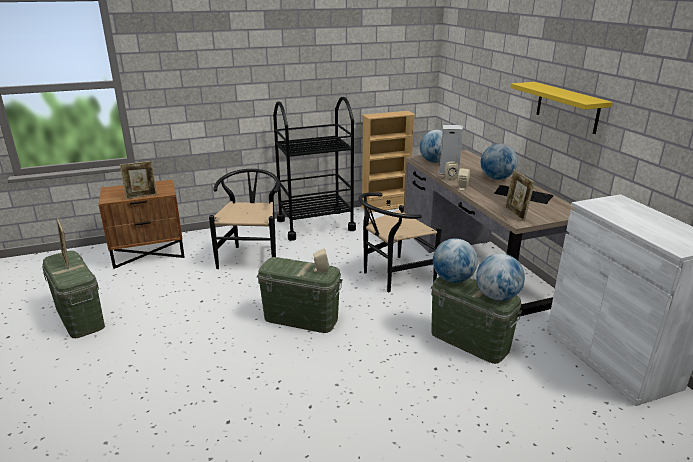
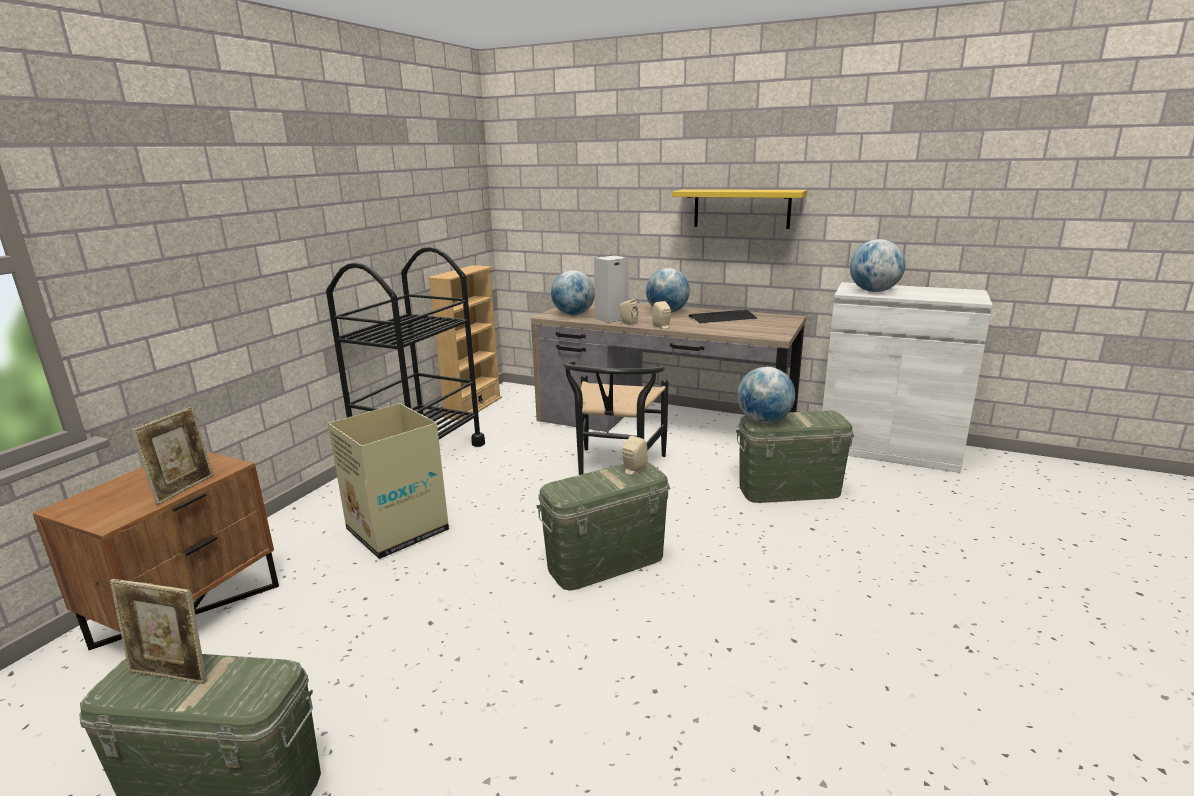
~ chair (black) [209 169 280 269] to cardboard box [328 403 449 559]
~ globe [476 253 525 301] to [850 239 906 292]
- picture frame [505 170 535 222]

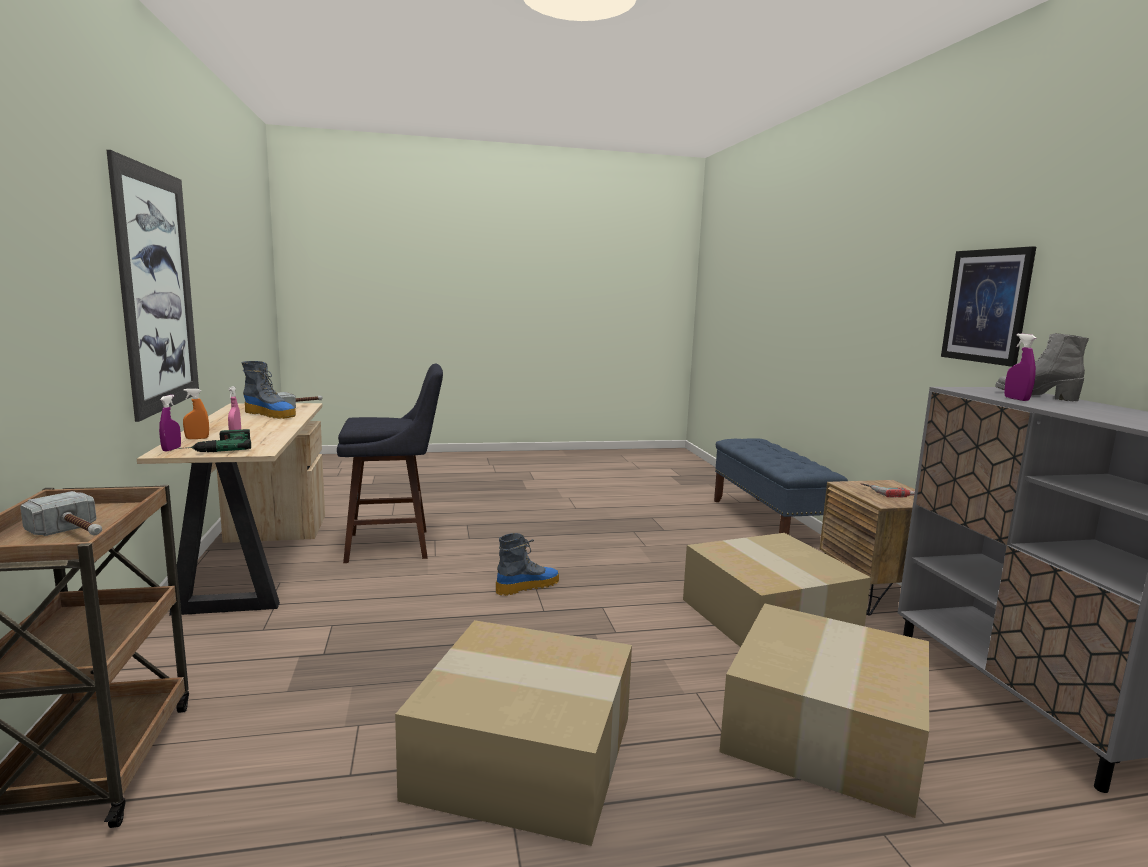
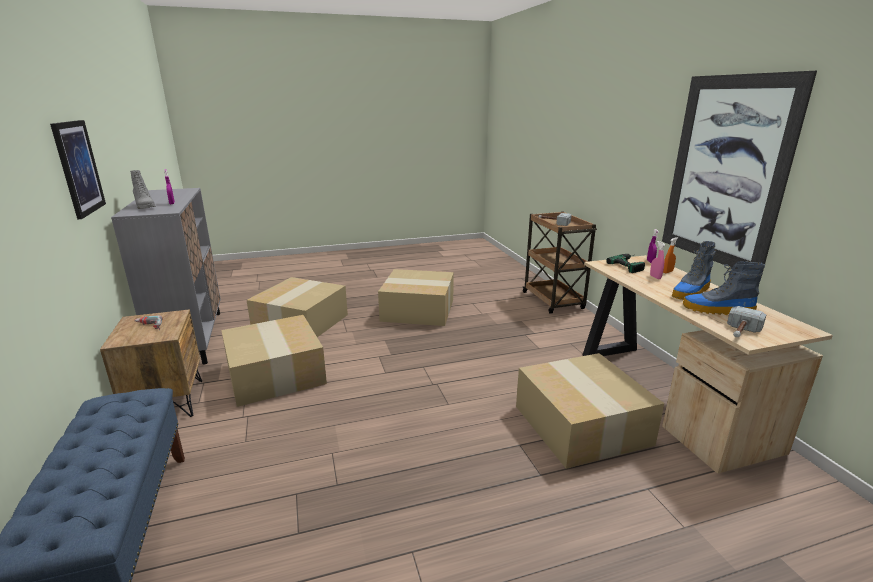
~ stool (blue) [337 364 443 563] to cardboard box [516 353 664 469]
~ boot [496 533 559 596] to [672 241 716 300]

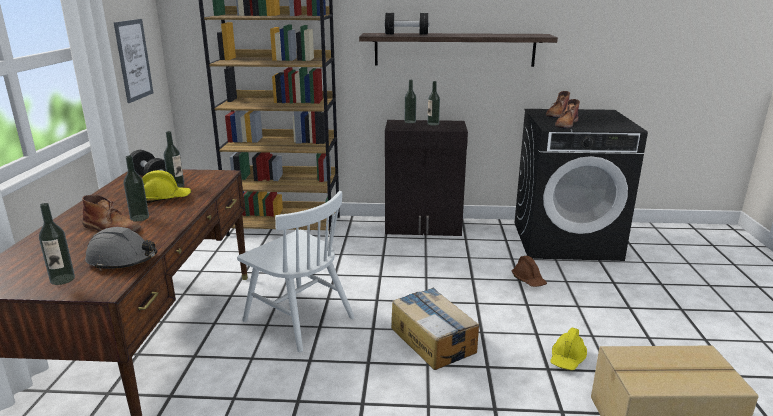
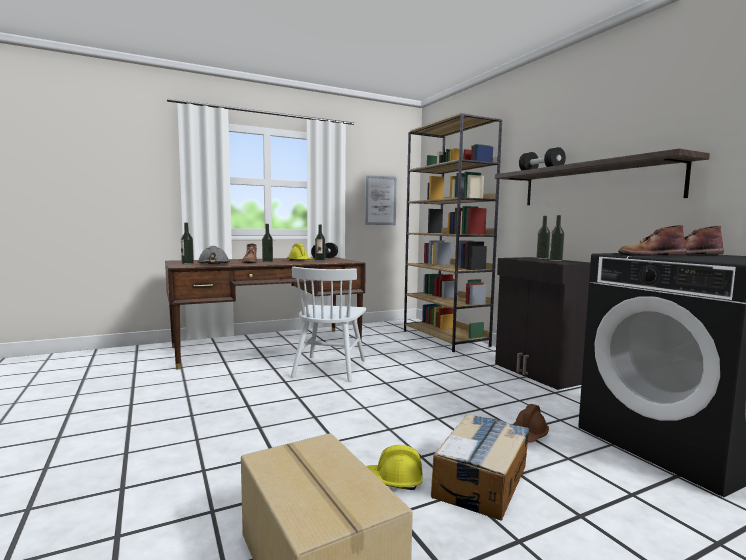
~ cardboard box [391 288 479 370] to [431 414 529 520]

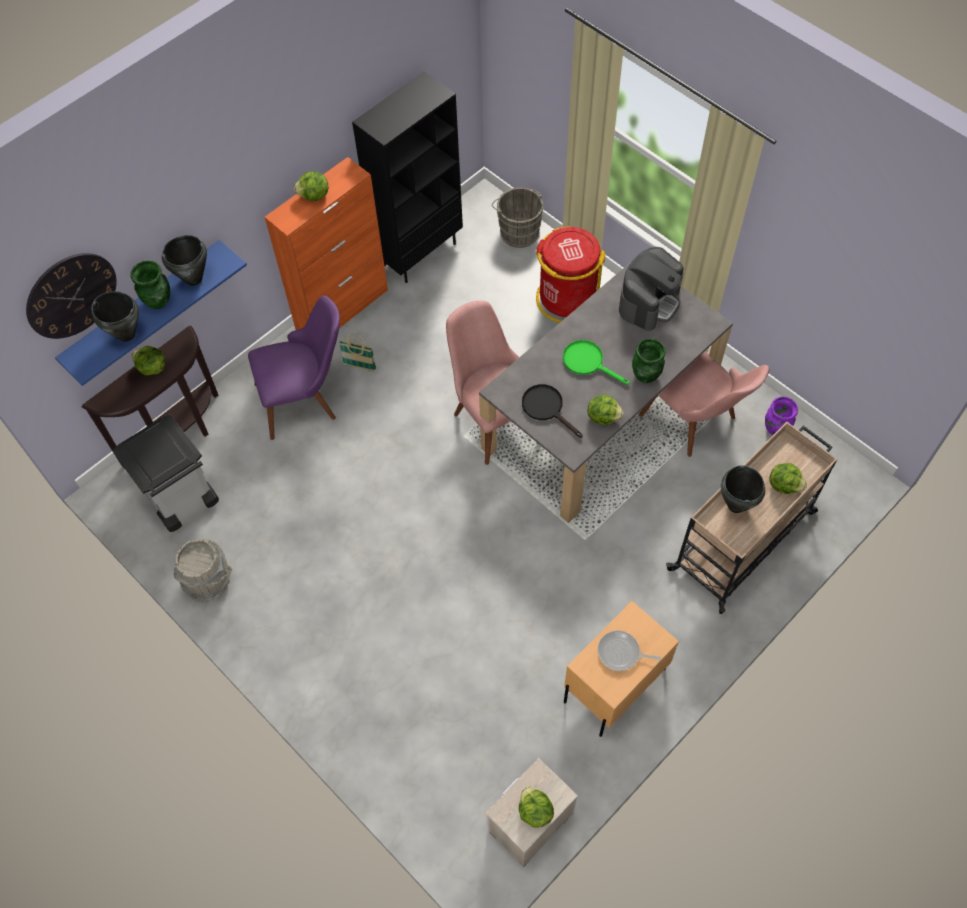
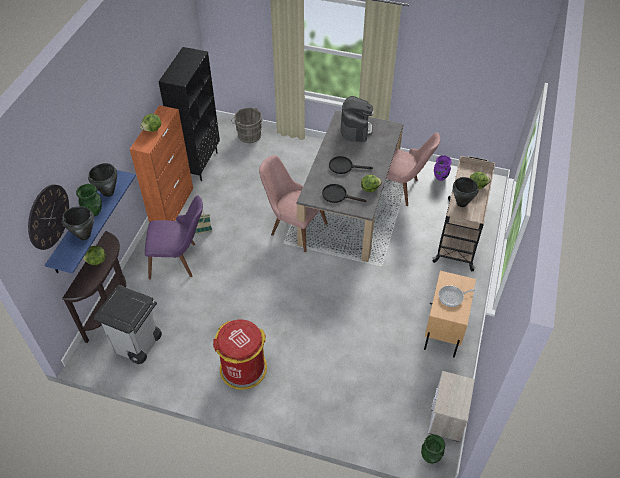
- bucket (grey) [174 539 232 602]
~ chair (purple) [248 295 340 440] = [145 196 203 279] 45 degrees clockwise
- lettuce [519 786 554 828]
~ trash can (red) [536 226 605 323] to [213 319 267 390]
~ frying pan (green) [563 340 629 385] to frying pan (black) [329 156 373 174]
~ vase (green) [632 338 666 383] to [421 434 445 464]

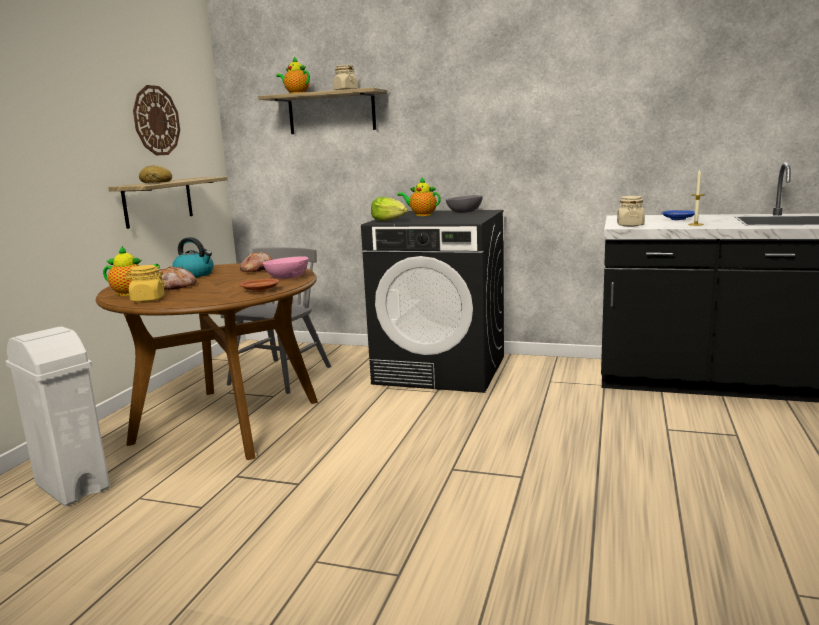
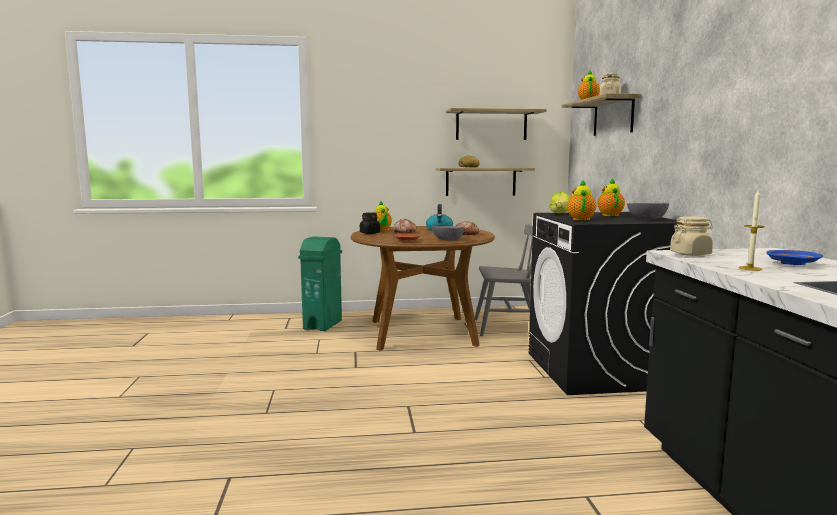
~ trash can (white) [6 327 110 506] to trash can (green) [298 237 342 331]
~ jar (yellow) [124 265 166 302] to jar (black) [360 212 380 234]
~ wall clock [133 85 180 156] to shelf [446 108 547 140]
~ bowl (pink) [263 256 309 279] to bowl (grey) [432 226 465 241]
+ teapot [567 180 596 221]

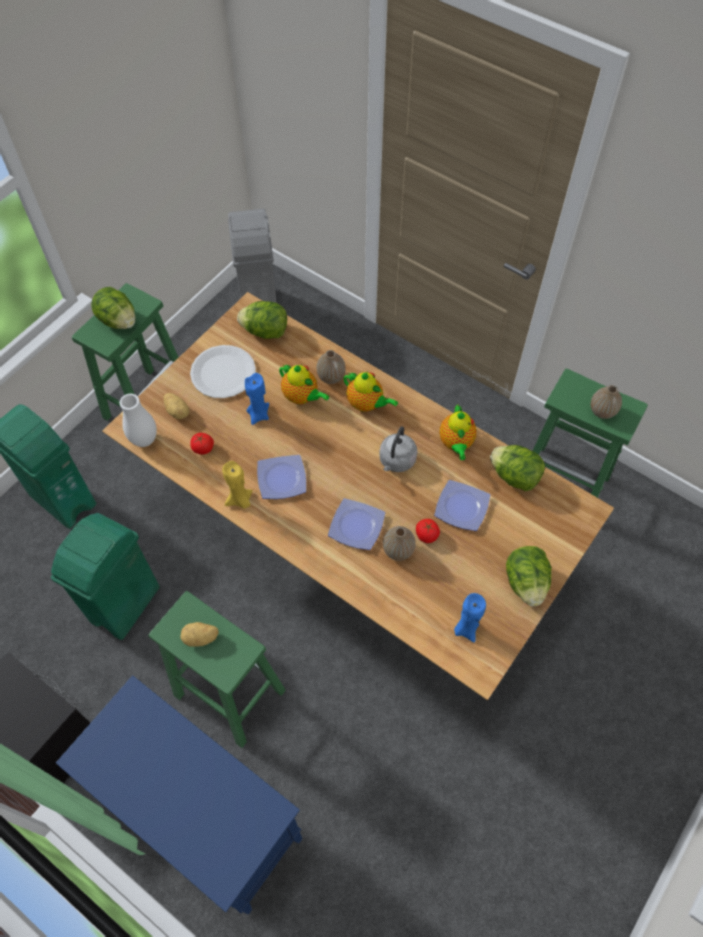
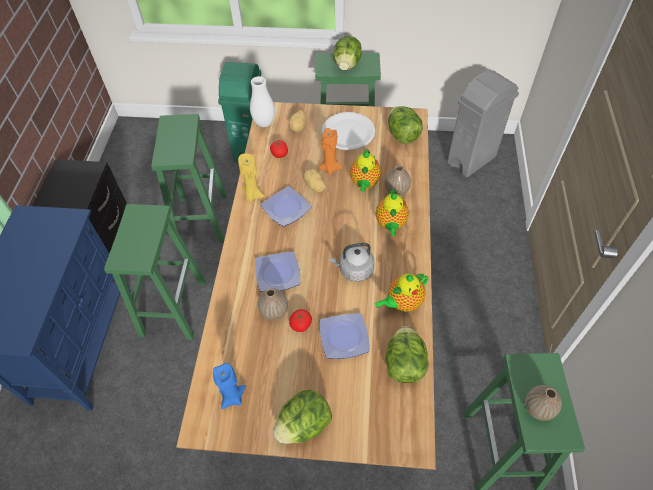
~ trash can (green) [51 513 159 640] to stool (green) [151 114 227 242]
~ potato [180 622 219 647] to [303 169 326 192]
~ candle (blue) [245 373 269 425] to candle (orange) [317 128 342 175]

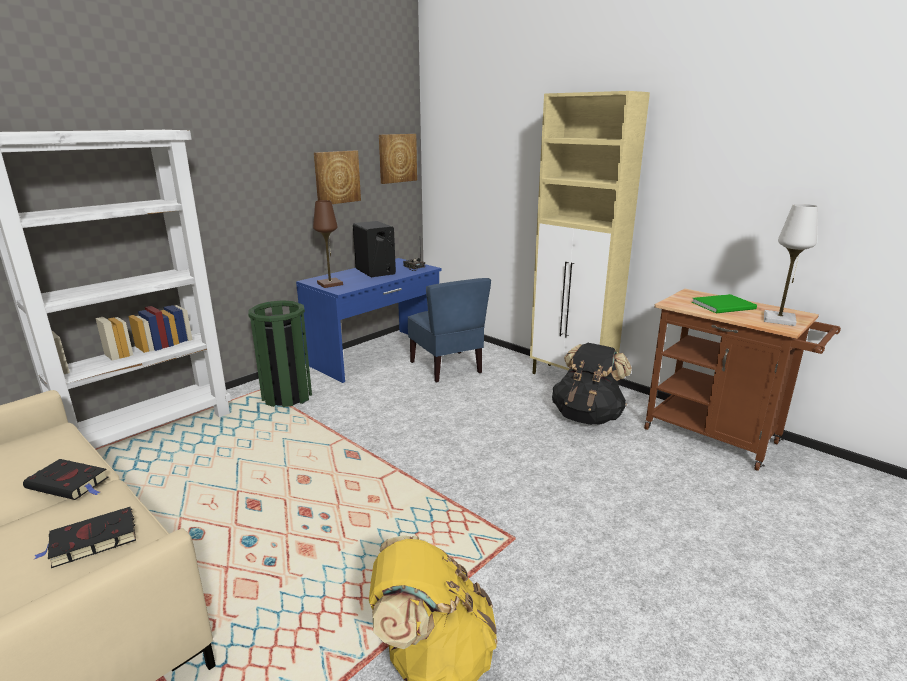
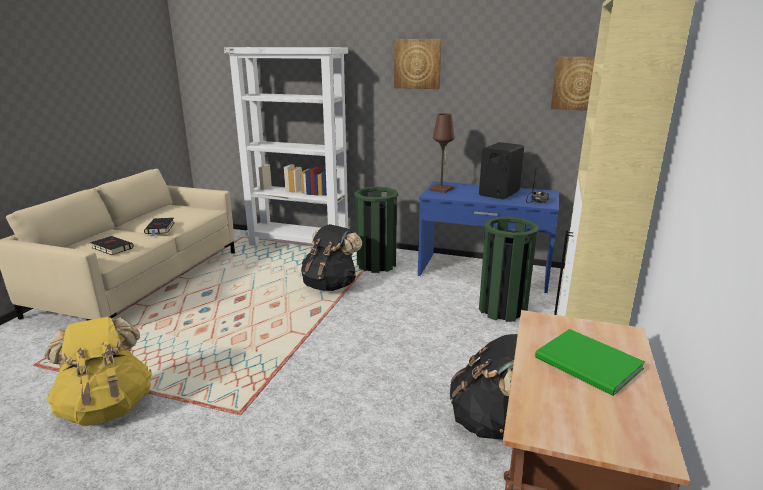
~ picture [314 150 361 204] to [394 39 442 89]
~ chair (blue) [407 278 491 383] to trash can (green) [479 217 539 322]
- table lamp (white) [764 204 818 326]
+ backpack (black) [301 224 362 291]

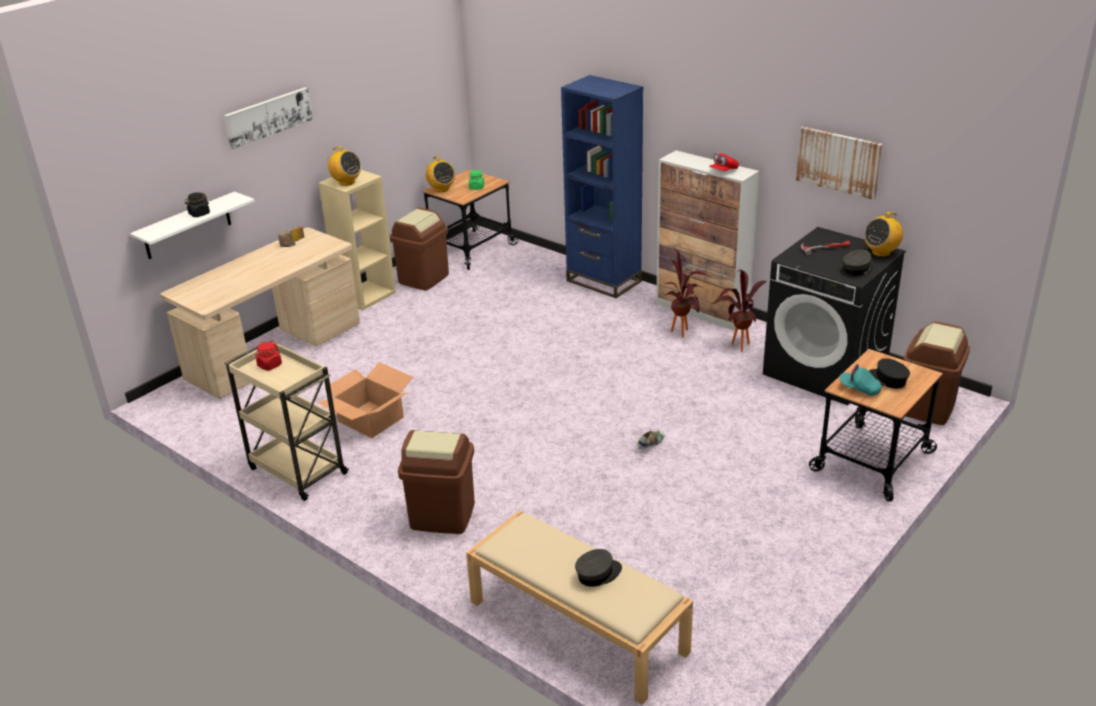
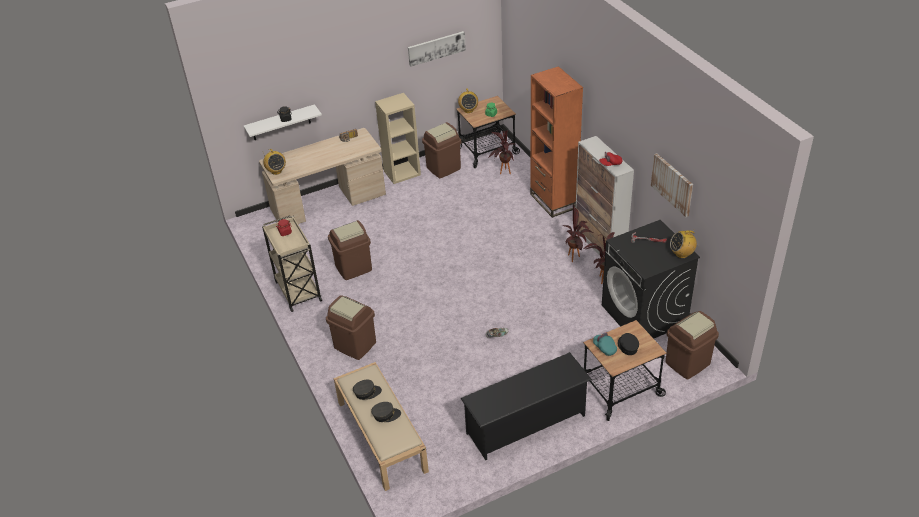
~ picture [224 87 313 149] to [408 31 466 67]
~ cardboard box [318 362 413 438] to trash can (brown) [328 220 372 280]
~ radio [326 146 361 186] to [263 149 286 175]
~ bookcase (blue) [561 75 643 298] to bookcase (orange) [530 66 583 218]
~ cap (grey) [843 250 874 276] to [353 380 382 400]
+ shoe rack (black) [460 352 592 460]
+ potted plant [488 130 516 174]

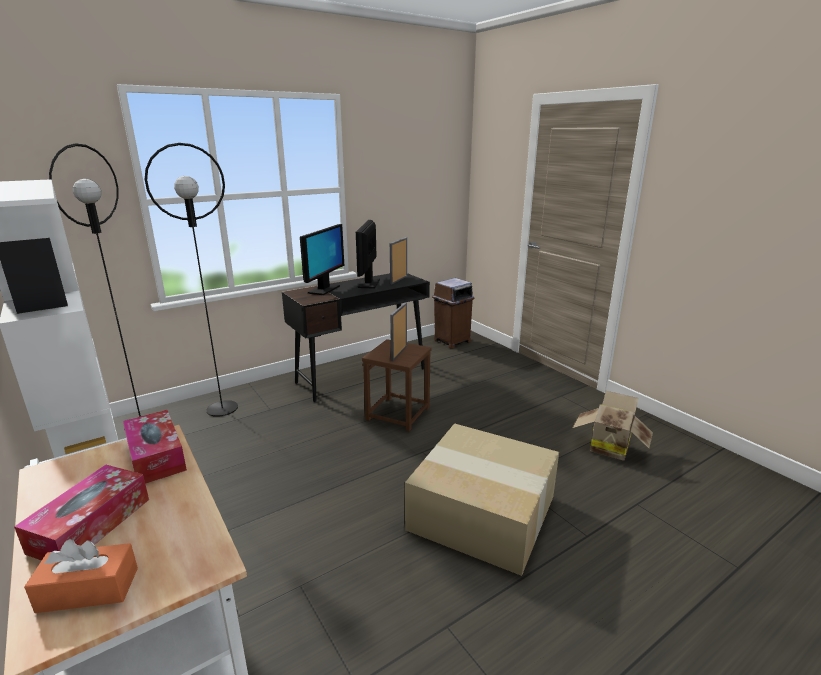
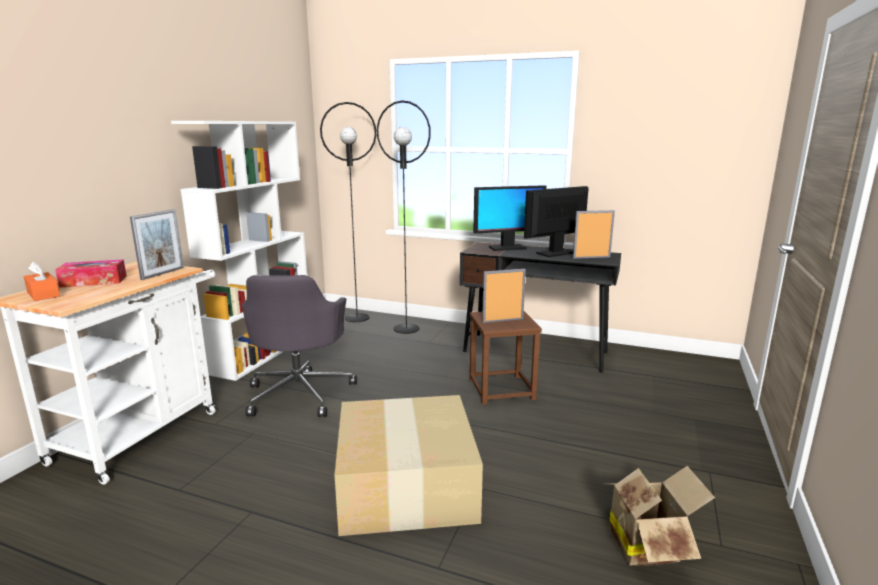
~ tissue box [123 410 187 484] to picture frame [130 209 184 280]
- trash can (brown) [432 278 475 348]
+ office chair (grey) [242 275 357 417]

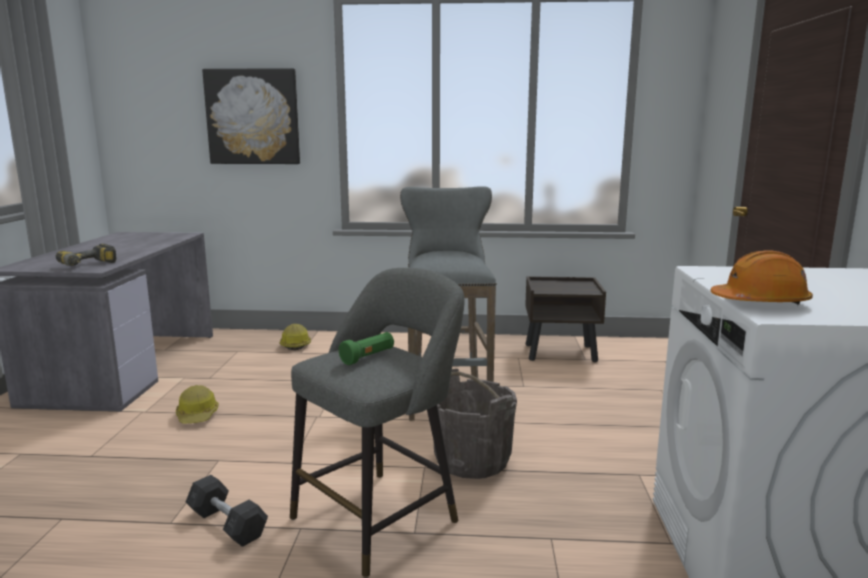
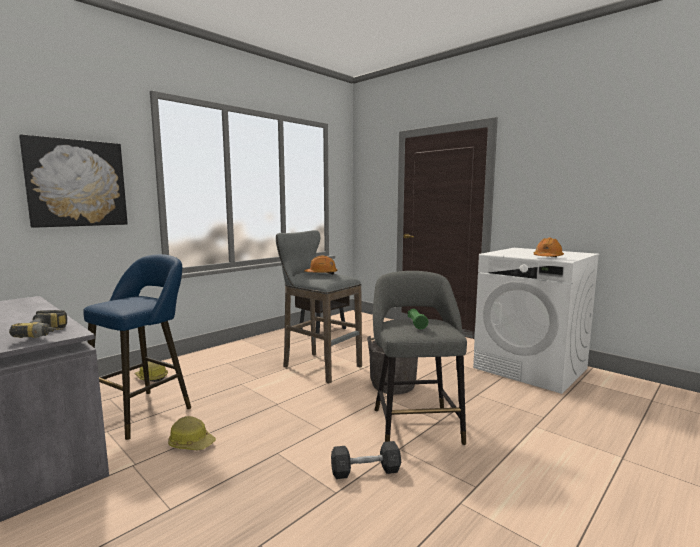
+ stool (blue) [83 254 191 440]
+ hard hat (orange) [304 256 338 275]

